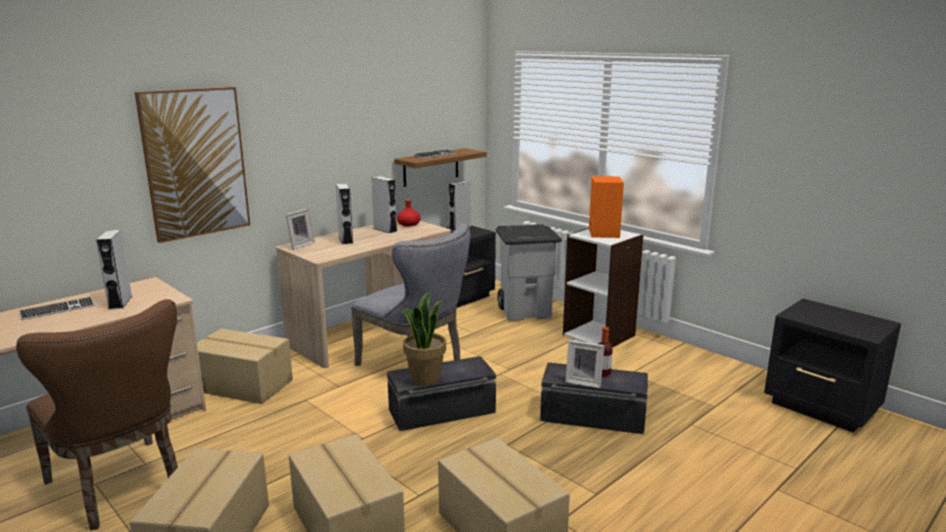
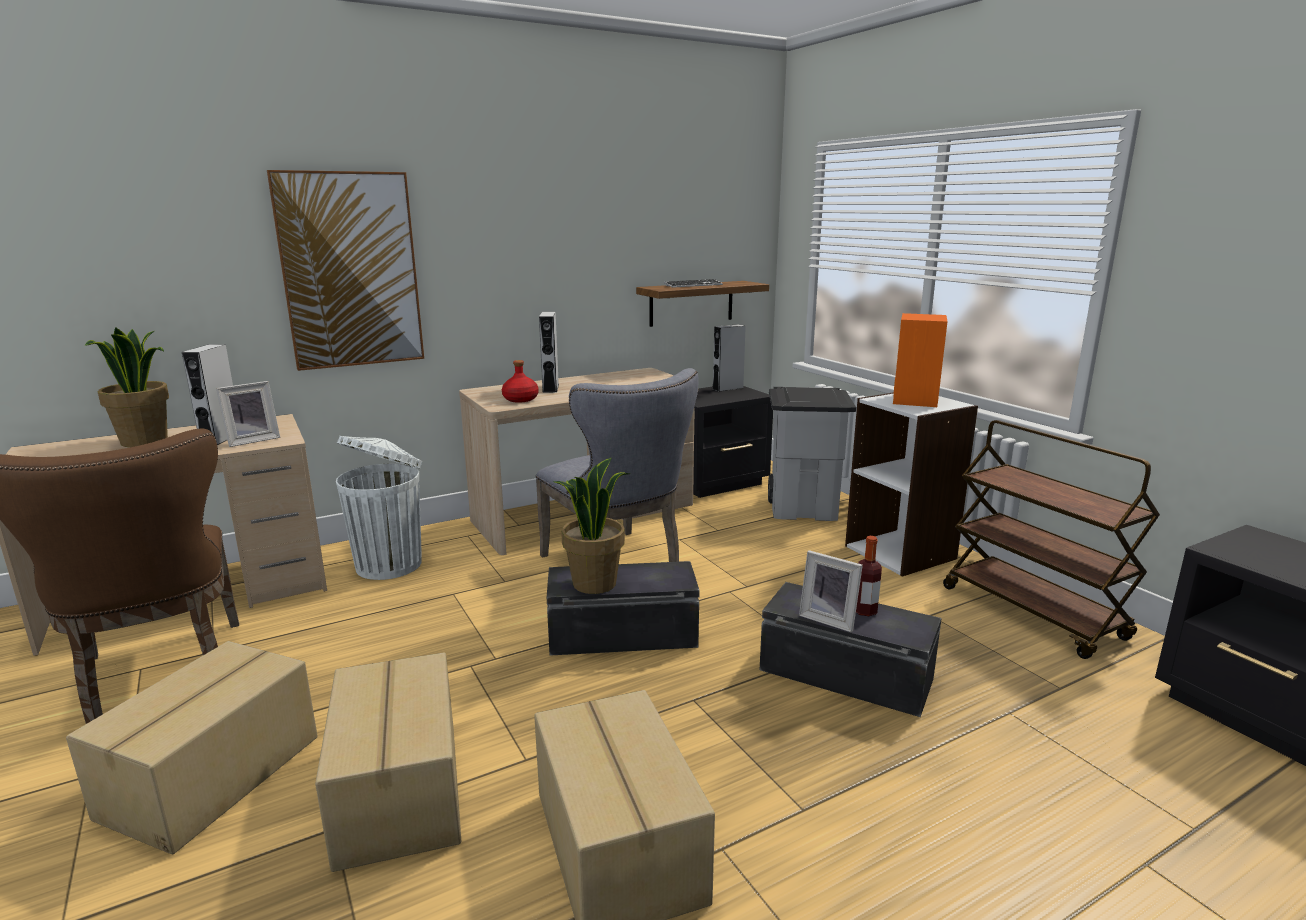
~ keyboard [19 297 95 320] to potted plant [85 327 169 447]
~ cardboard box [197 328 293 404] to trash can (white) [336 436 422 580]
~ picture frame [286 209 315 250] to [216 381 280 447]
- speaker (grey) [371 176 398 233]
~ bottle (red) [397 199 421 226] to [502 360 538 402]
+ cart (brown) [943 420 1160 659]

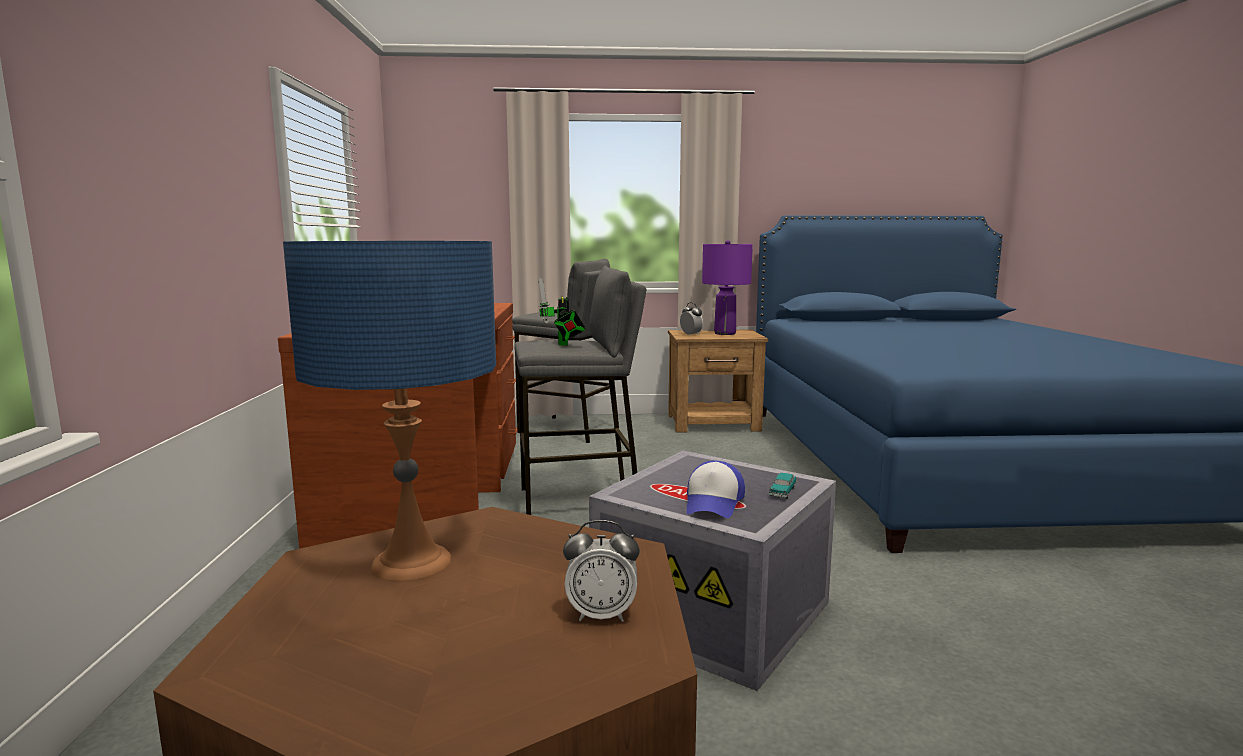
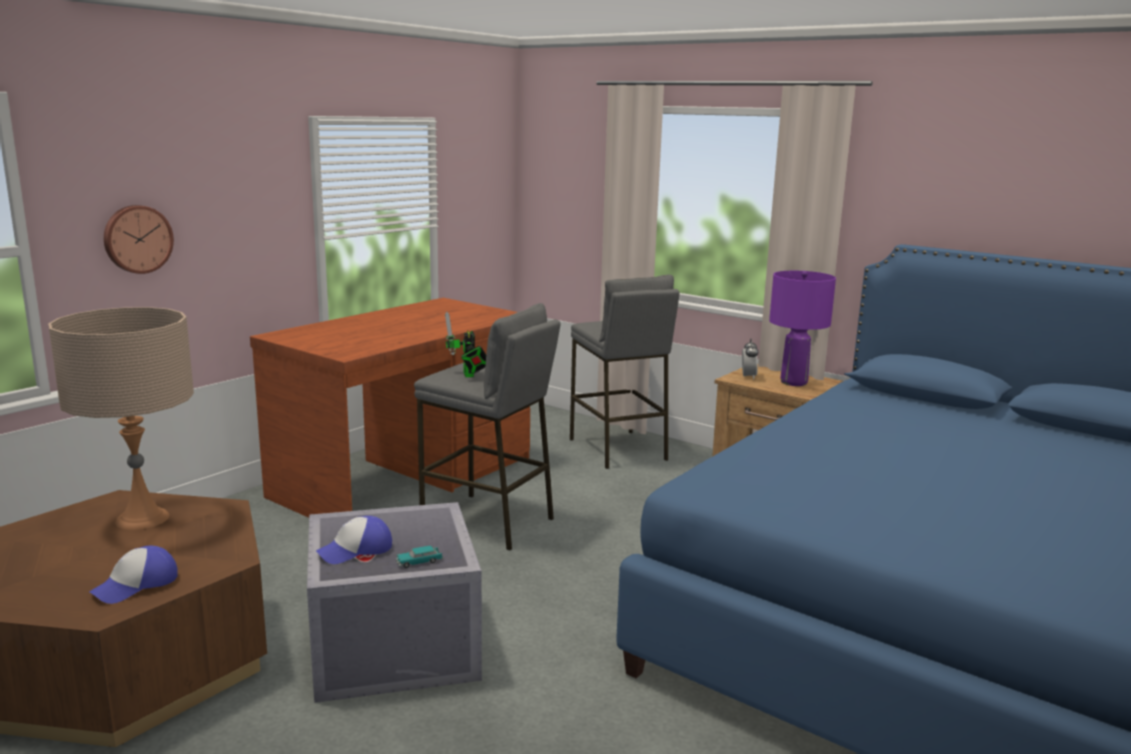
~ table lamp (blue) [283 241 496 581] to table lamp (beige) [48 307 194 530]
~ toy robot [538 278 585 346] = [445 311 486 377] 45 degrees counterclockwise
~ alarm clock [563 520 640 622] to cap [89 545 178 604]
+ wall clock [104 205 174 274]

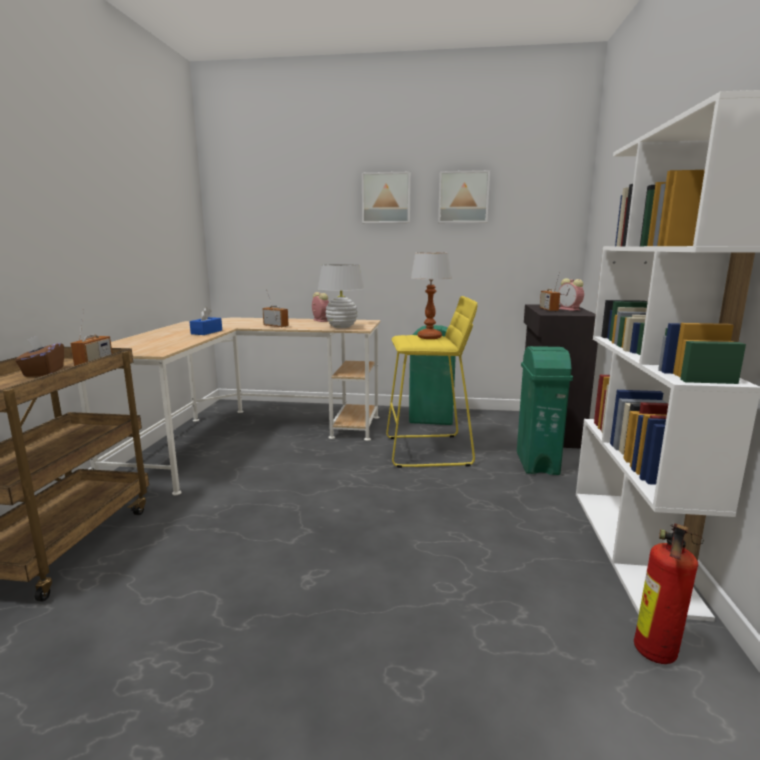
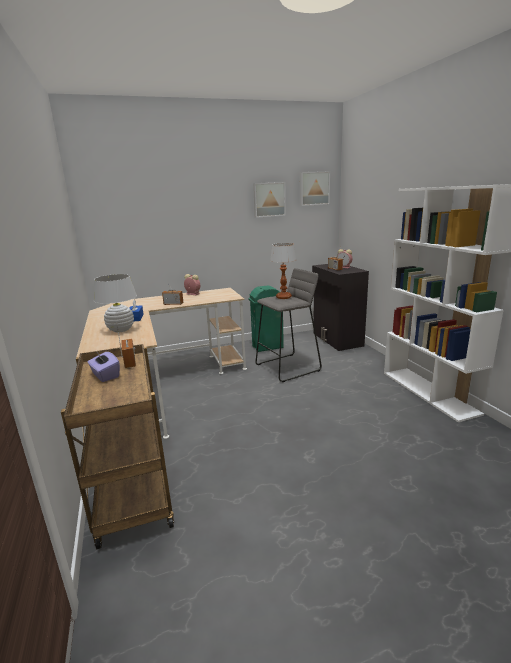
~ tissue box (brown) [15 336 64 377] to tissue box (purple) [87 351 120 382]
~ table lamp (white) [318 264 364 328] to [94 274 137 333]
~ picture [362 172 411 223] to [300 171 330 206]
~ stool (yellow) [386 296 478 468] to stool (grey) [255 268 322 382]
- trash can (green) [517 346 573 475]
- fire extinguisher [634 524 704 664]

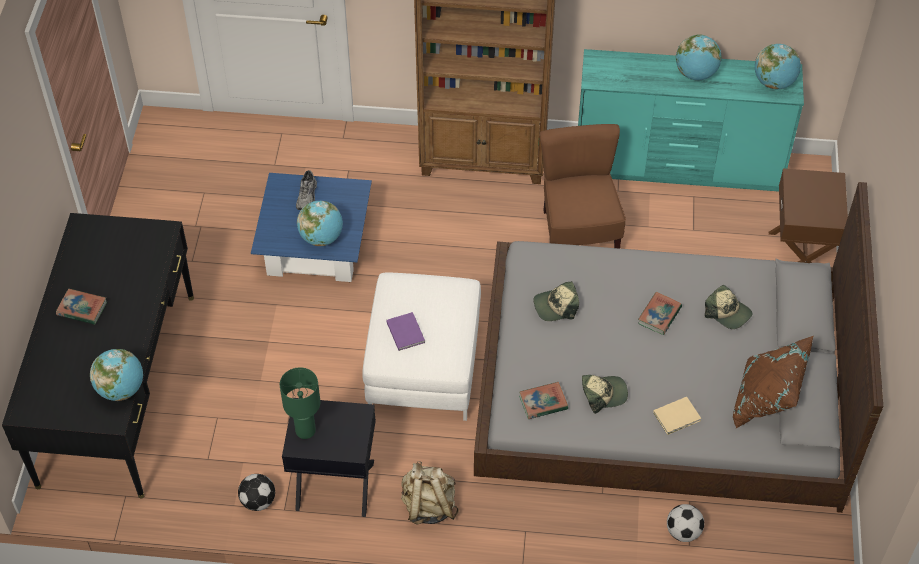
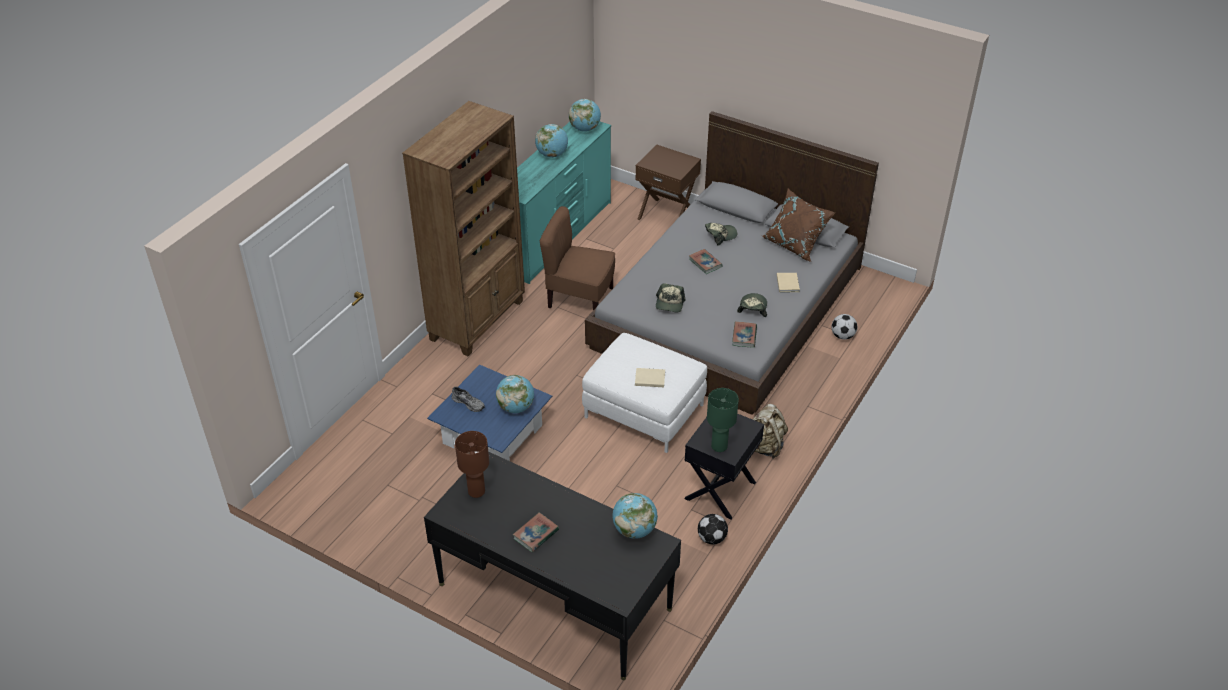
~ book (purple) [386 312 425 351] to book (beige) [635 368 665 387]
+ table lamp (brown) [455 431 489 498]

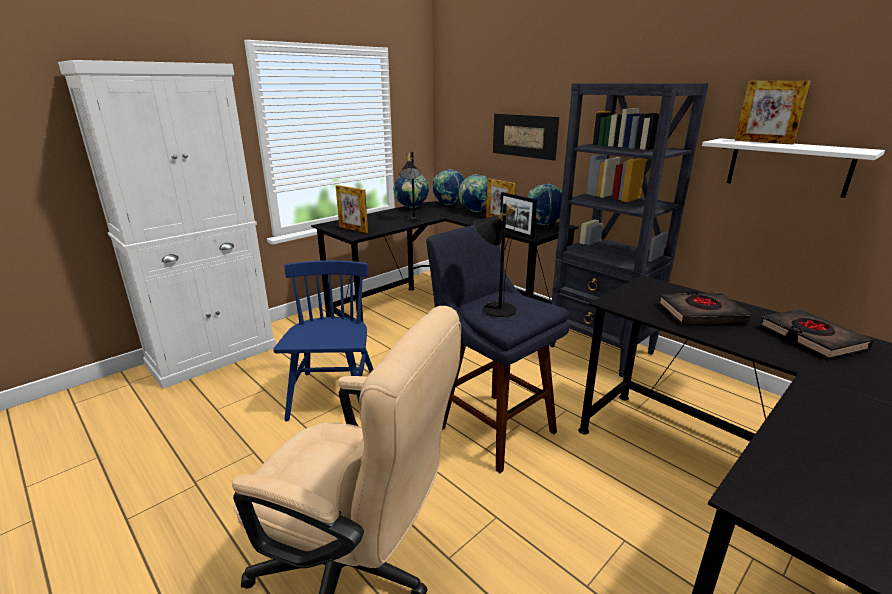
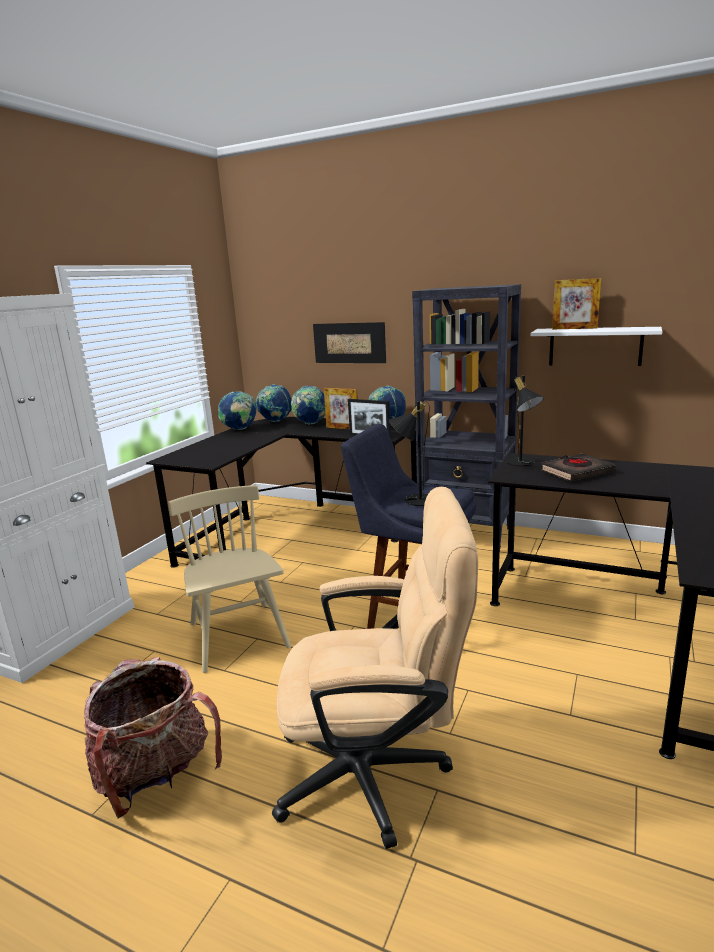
~ chair (blue) [273 260 373 421] to chair (beige) [168 485 291 673]
- picture frame [336 185 368 233]
~ table lamp (black) [400 152 424 221] to [507 375 544 466]
- book (black) [759 309 874 359]
+ backpack [84 657 222 818]

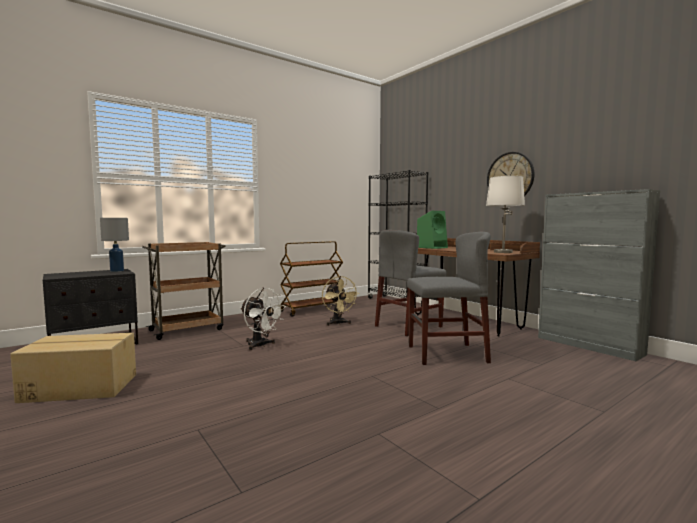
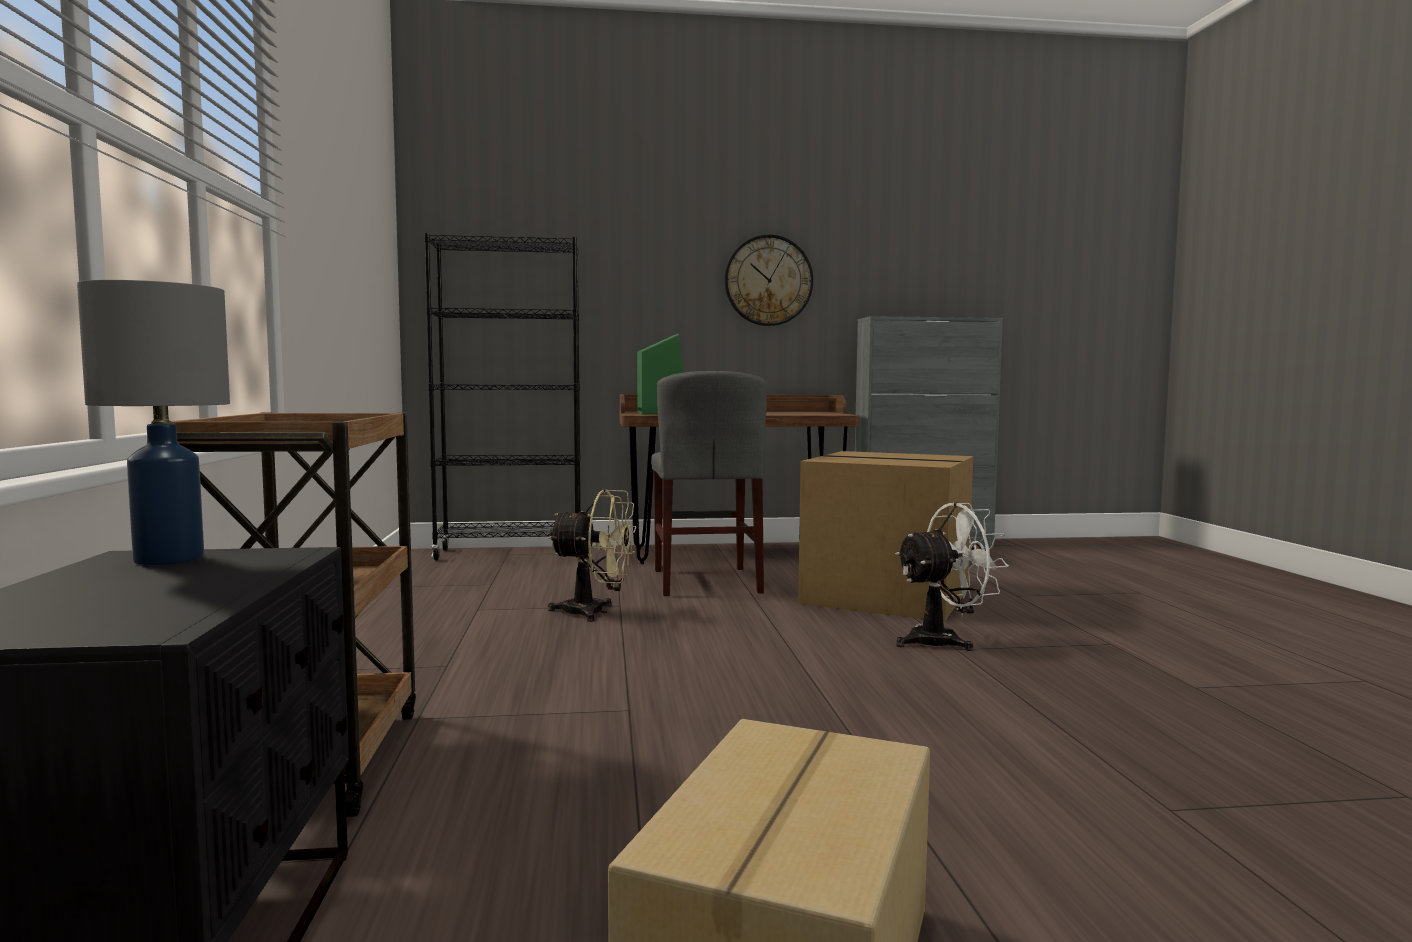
~ fan (white) [240 288 286 350] to [895 502 1009 651]
- cart (brown) [280 241 344 317]
~ chair (grey) [407 232 491 365] to cardboard box [798 451 973 621]
- table lamp (white) [486 176 525 253]

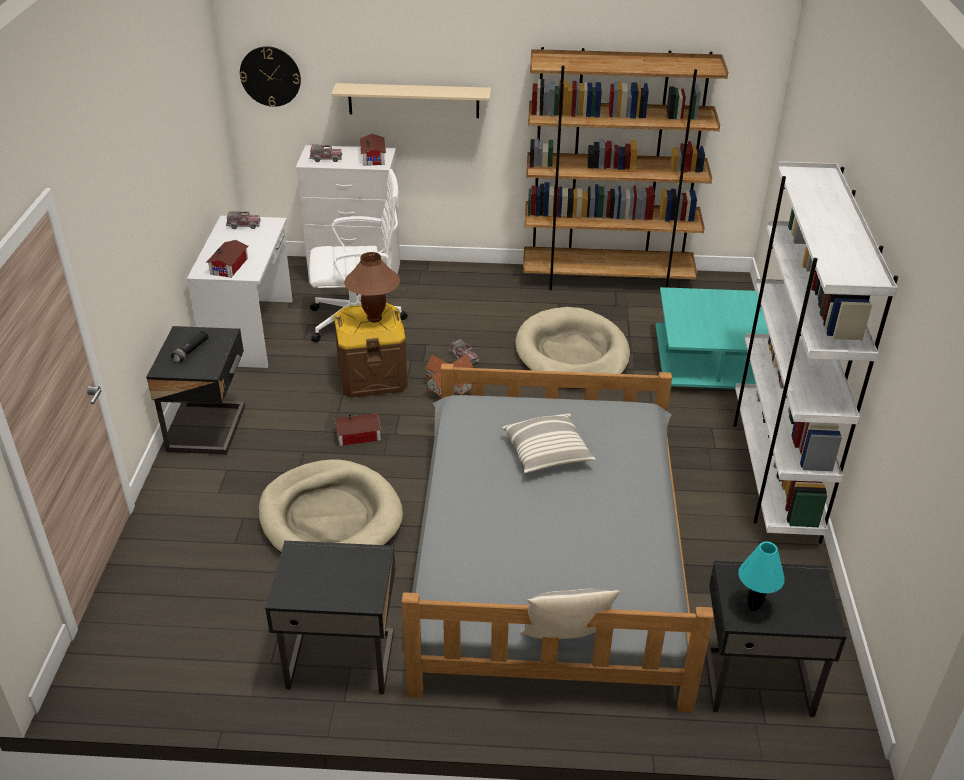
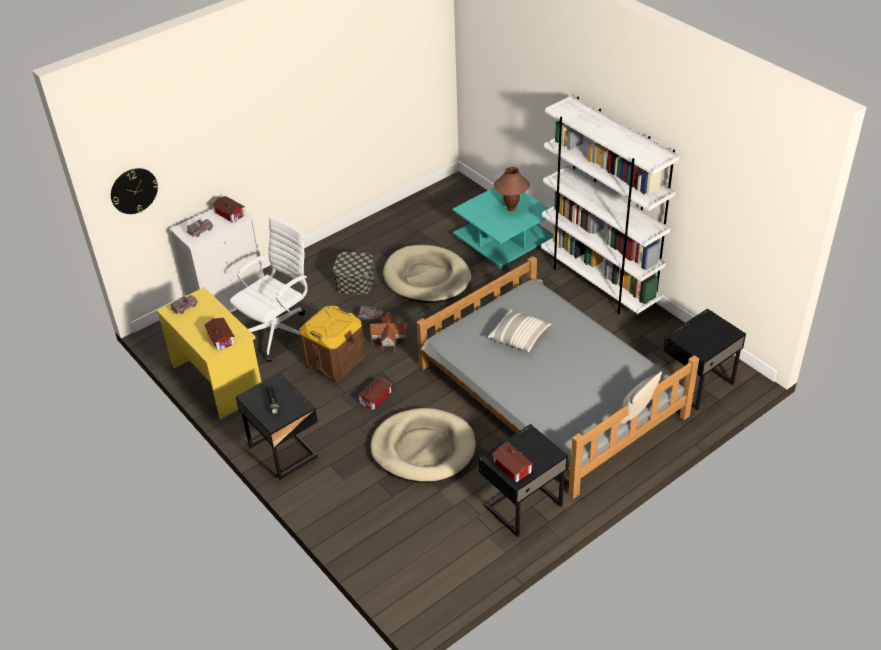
~ desk (white) [187 216 293 368] to desk (yellow) [157 287 261 419]
- shelf (beige) [331 83 491 118]
~ table lamp (brown) [344 252 400 322] to [494 167 530 211]
- bookcase (brown) [523 47 728 291]
- table lamp (turquoise) [738 541 785 611]
+ storage box [333 252 375 295]
+ toy house [492 443 533 483]

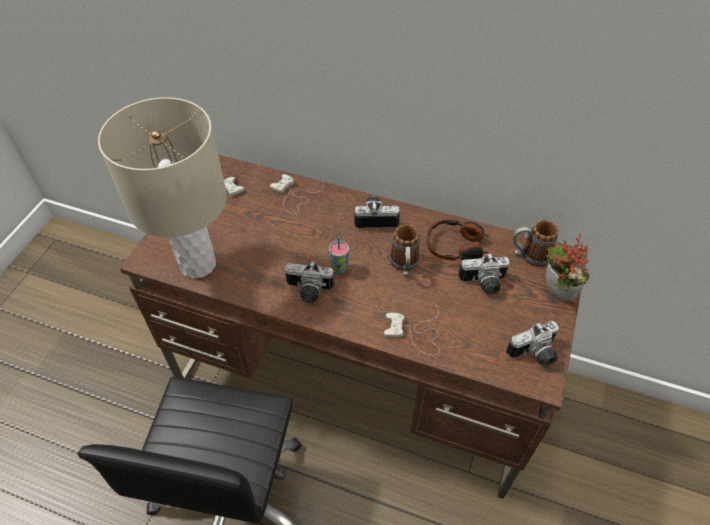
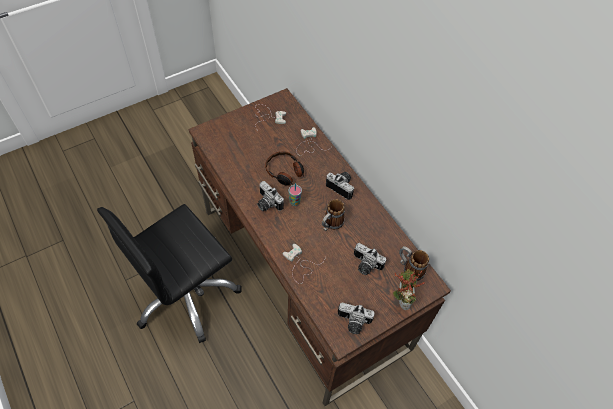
- table lamp (beige) [98 97 227 279]
~ headphones [426 220 488 261] to [265 151 304 186]

